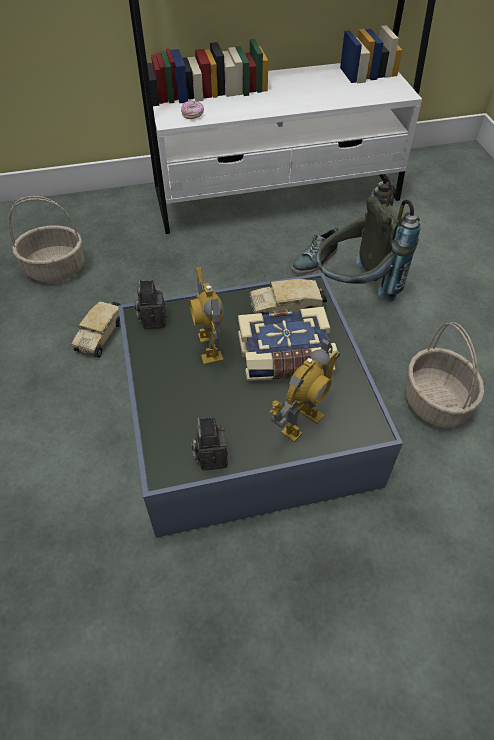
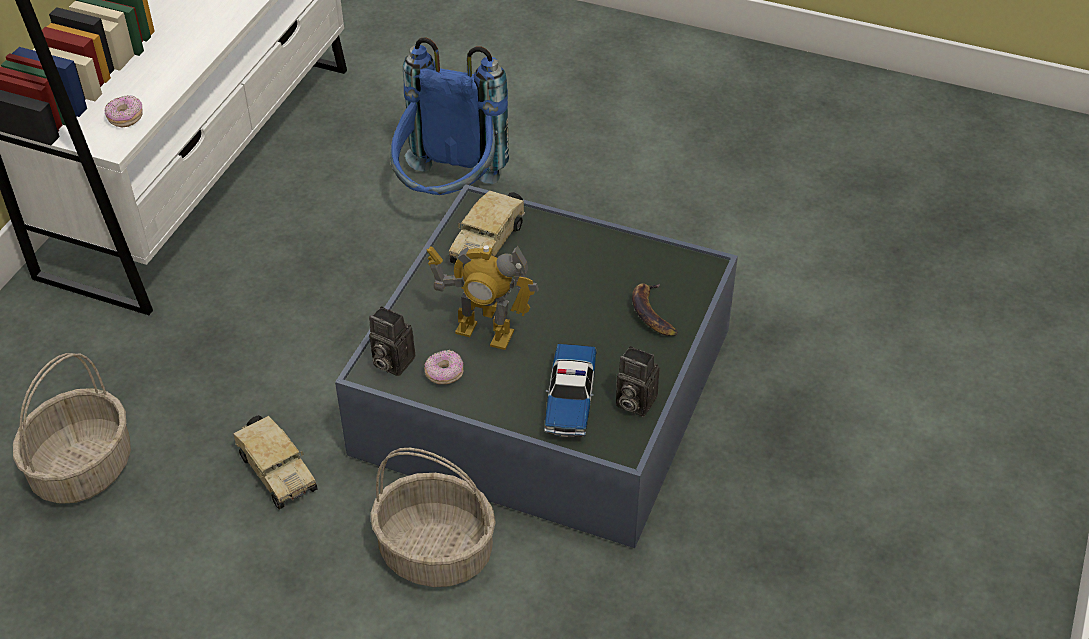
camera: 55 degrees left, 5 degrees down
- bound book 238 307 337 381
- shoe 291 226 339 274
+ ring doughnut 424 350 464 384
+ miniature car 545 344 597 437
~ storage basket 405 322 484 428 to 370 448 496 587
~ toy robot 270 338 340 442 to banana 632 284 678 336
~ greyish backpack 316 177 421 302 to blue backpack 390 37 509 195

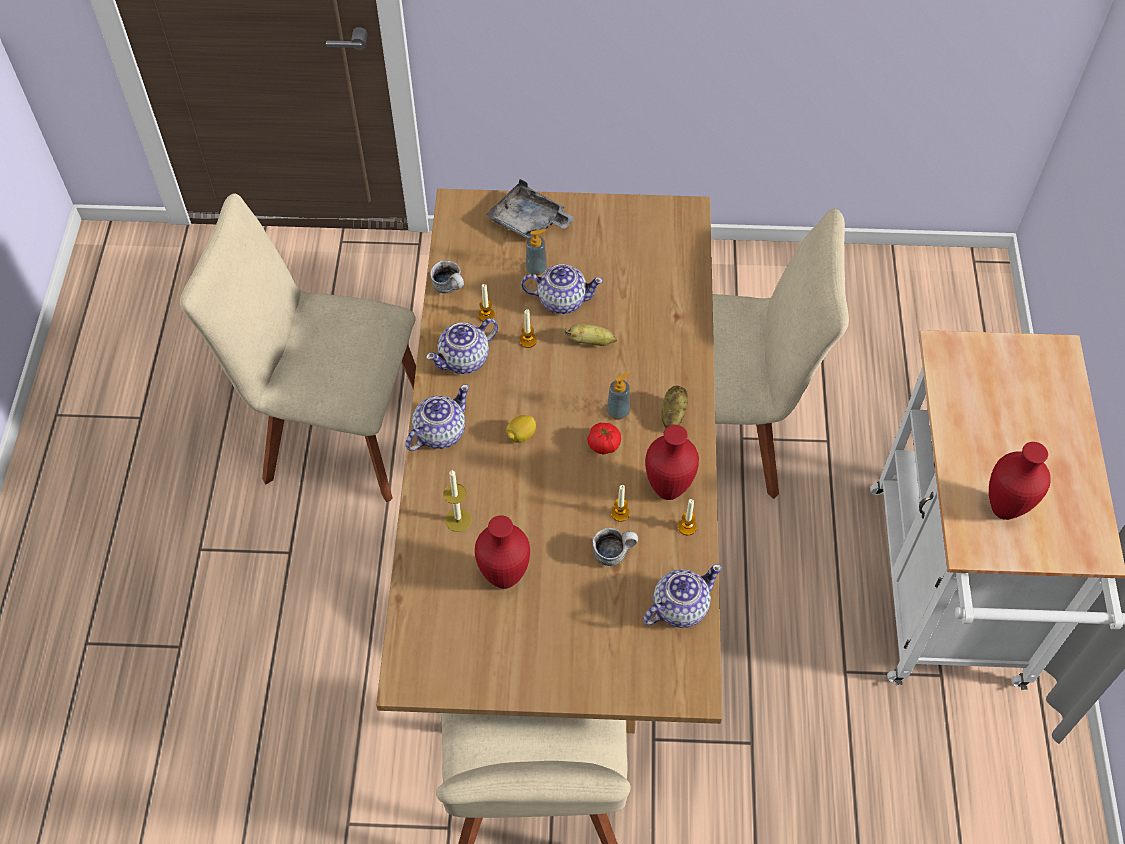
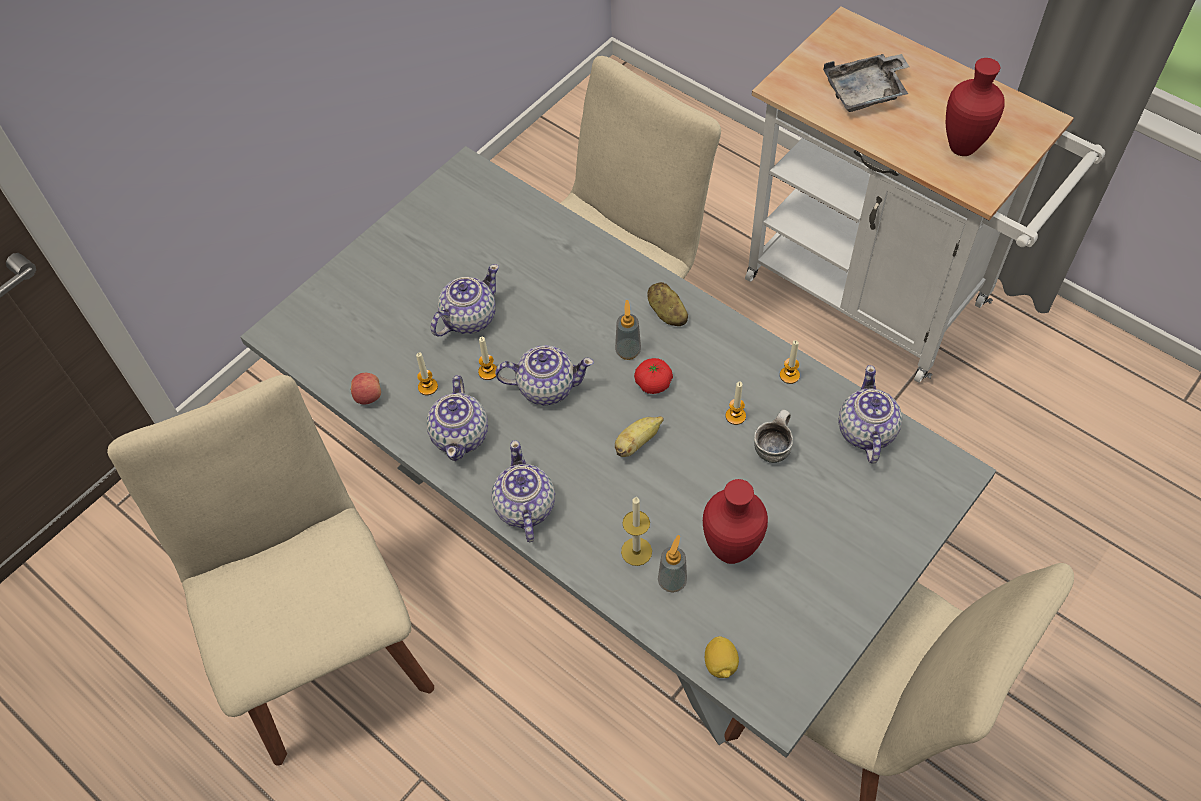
camera: 50 degrees left, 0 degrees up
- red flower vase 645 425 699 500
+ pot for tea 495 345 594 406
~ greyish serving tray 486 179 575 239 to 823 54 910 112
~ whole lemon 506 415 536 443 to 705 636 739 678
~ liquid soap bottle 526 229 547 276 to 658 535 687 593
~ banana 565 324 617 346 to 615 416 663 457
~ tea mug 430 261 464 293 to apple fruit 350 373 381 404
~ brown-coloured dining table 376 189 722 733 to greyish dining table 240 146 996 758
~ beige-coloured upright chair 180 193 416 502 = 107 375 434 765 105 degrees clockwise

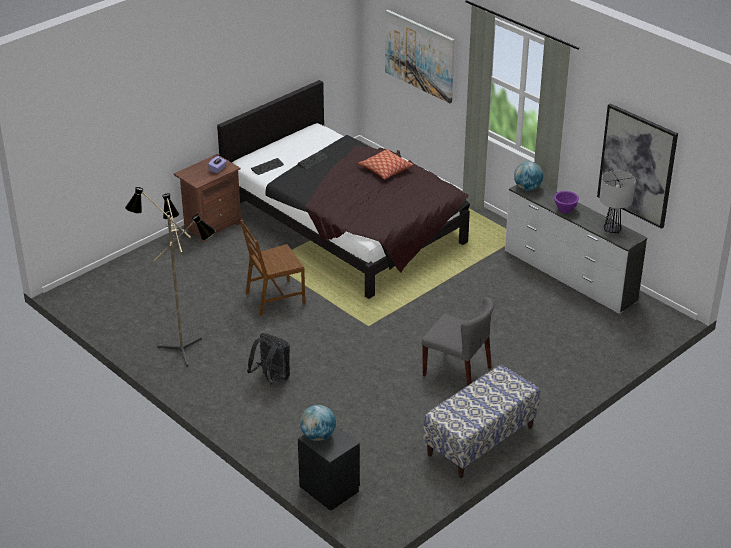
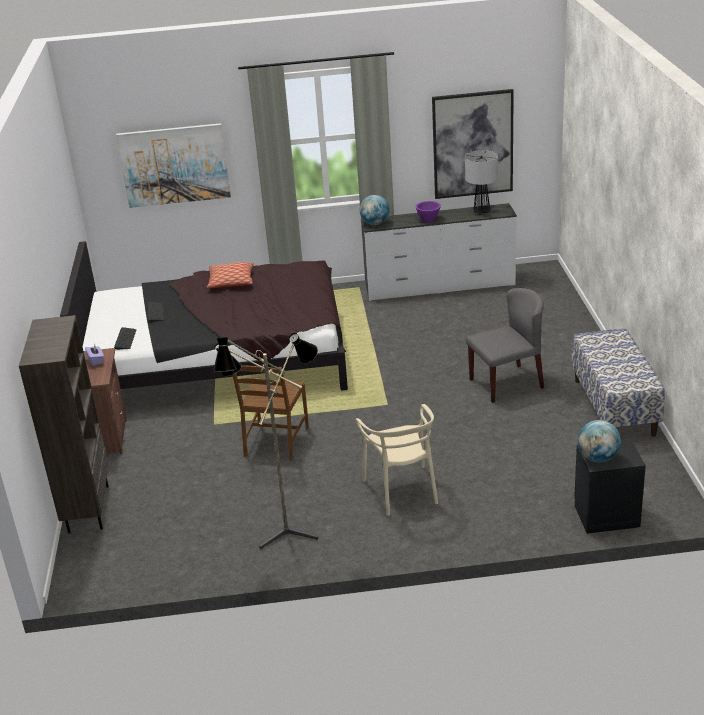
camera: 50 degrees left, 5 degrees down
+ brown-coloured shelving unit 19 315 109 533
~ black backpack 247 333 290 384 to beige-coloured upright chair 355 404 438 516

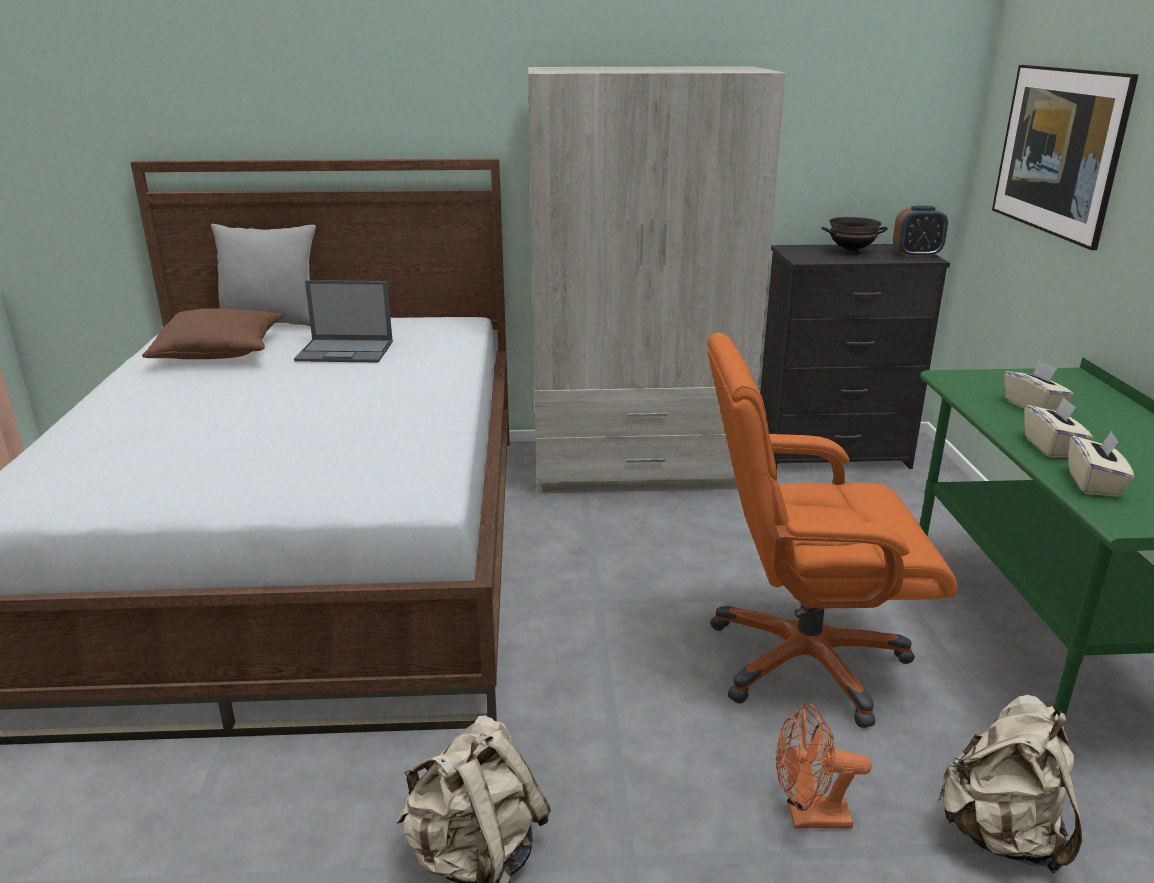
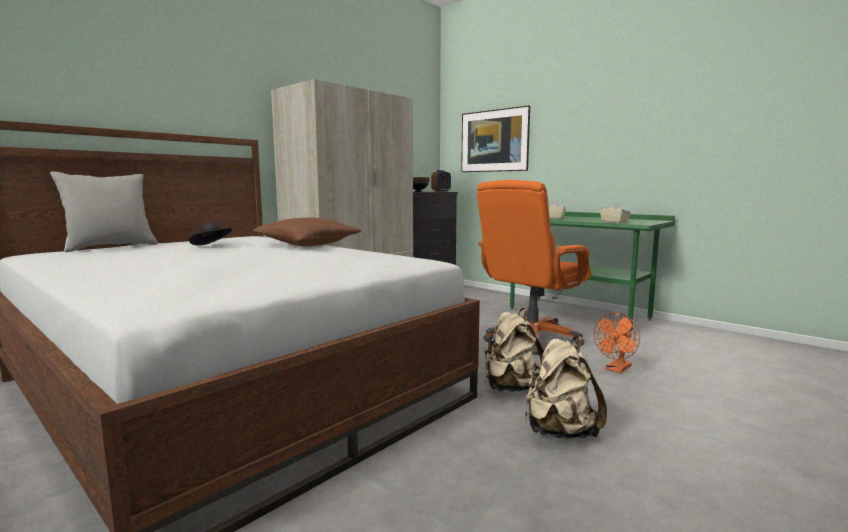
camera: 45 degrees left, 15 degrees down
- beige-coloured box of tissues 1024 398 1093 458
~ brown-coloured cushion 142 309 283 359 to 253 217 361 246
~ beige-coloured backpack 937 695 1082 873 to 484 308 544 392
~ portable computer 294 280 393 362 to black clothing hat 189 222 233 246

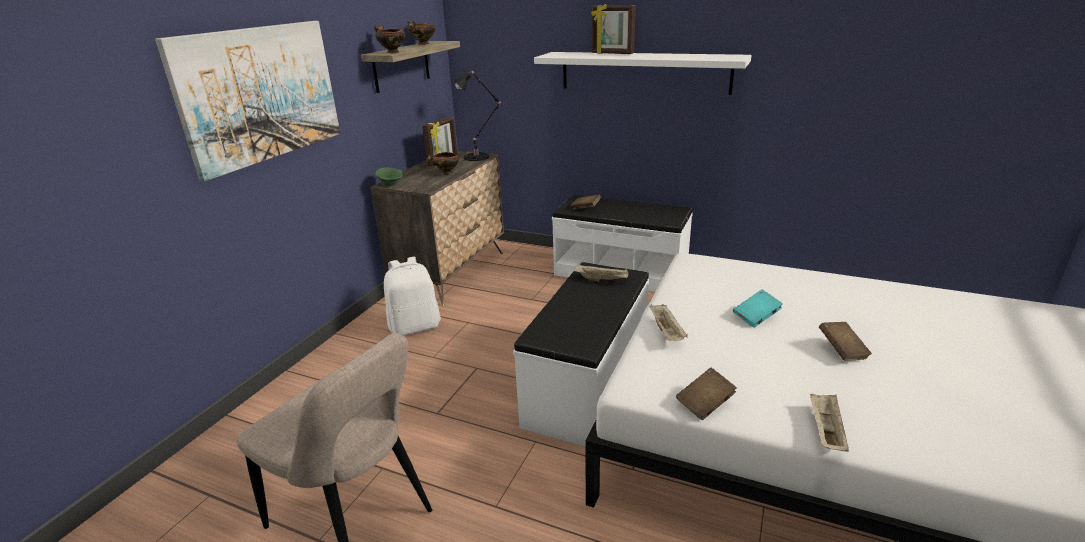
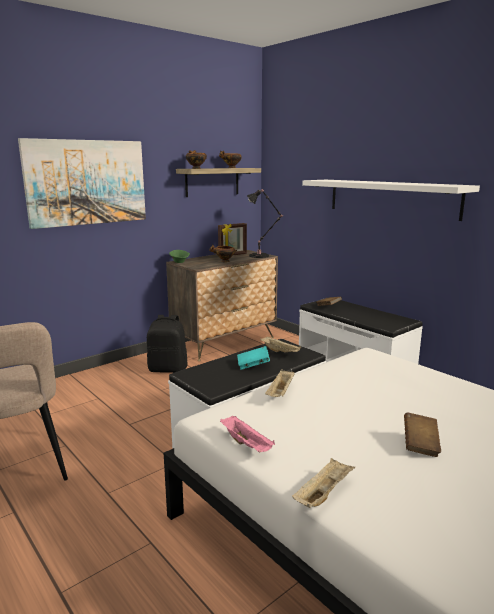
camera: 25 degrees right, 10 degrees down
- picture frame 591 4 636 54
~ turquoise-coloured bound book 733 290 783 328 to 237 346 270 370
~ brown-coloured bound book 676 368 737 420 to pink-coloured serving tray 220 416 275 453
~ whitish backpack 384 257 441 336 to black backpack 147 315 188 373

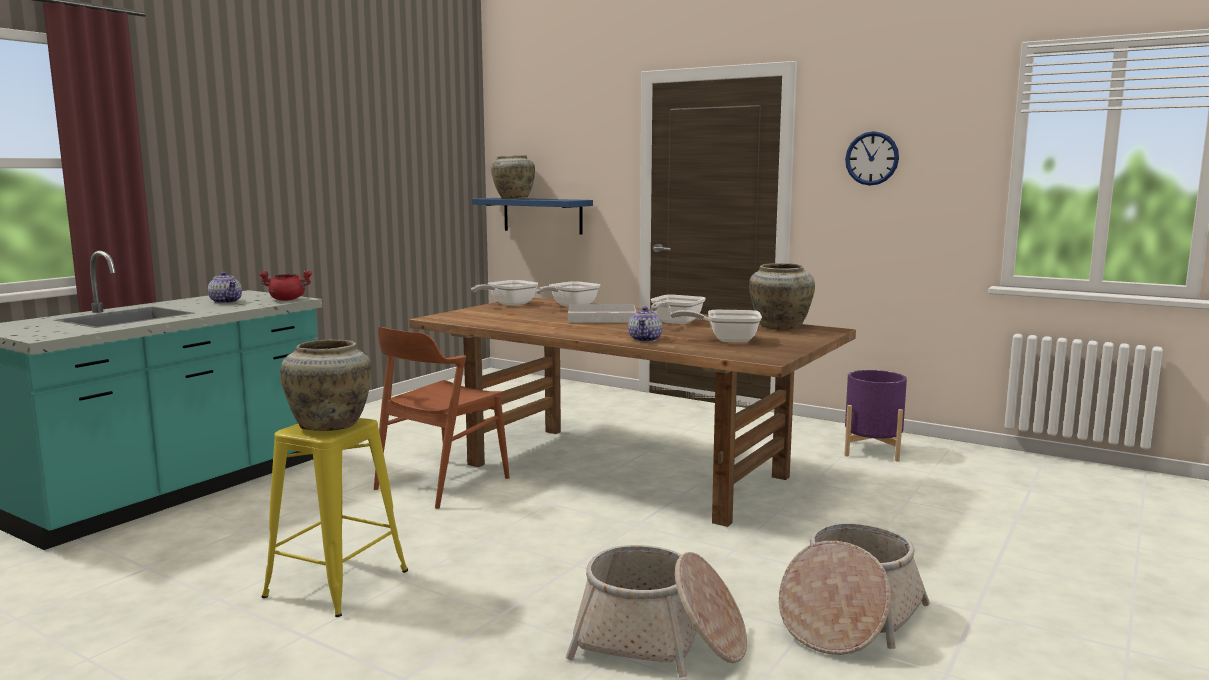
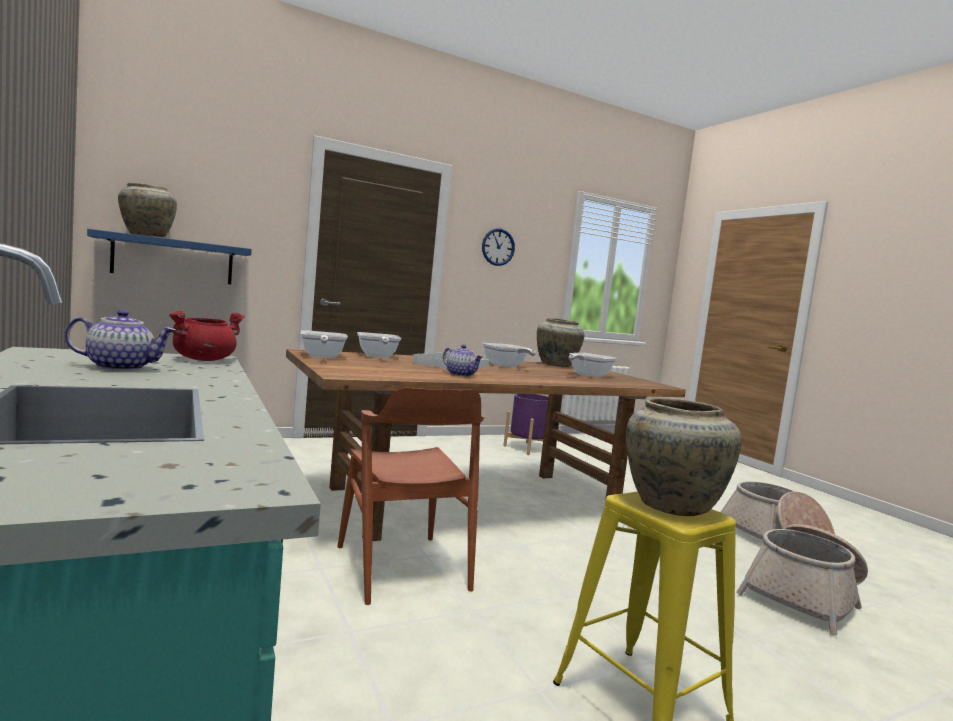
camera: 60 degrees left, 5 degrees down
~ pot for tea 628 307 662 342 to 443 345 483 377

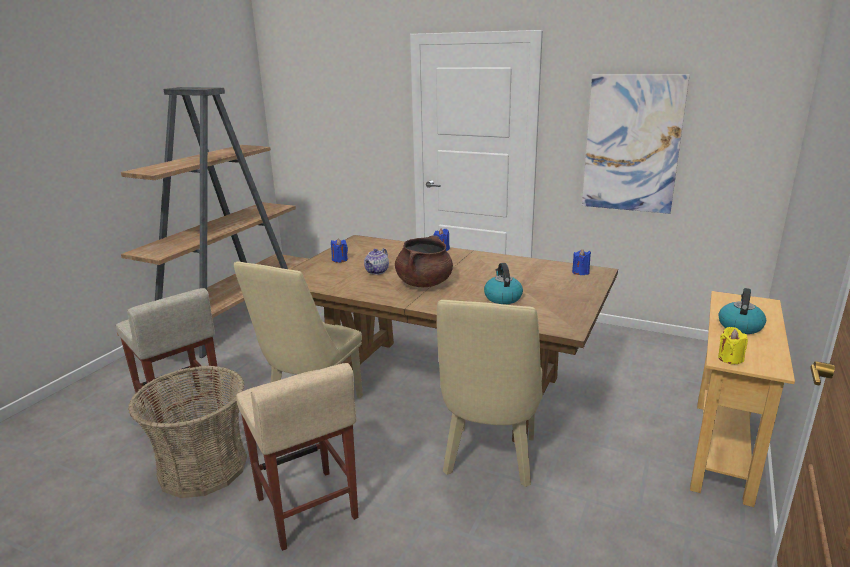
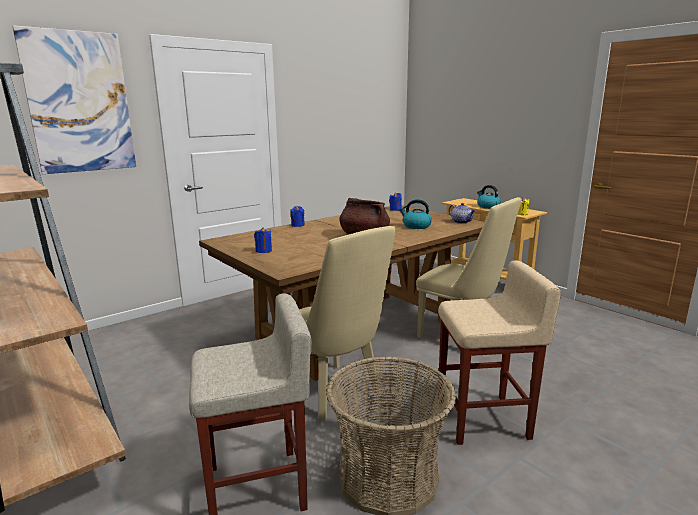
camera: 65 degrees left, 5 degrees down
~ pot for tea 364 248 389 275 to 449 203 476 224
~ wall picture 582 74 690 214 to 12 25 136 174

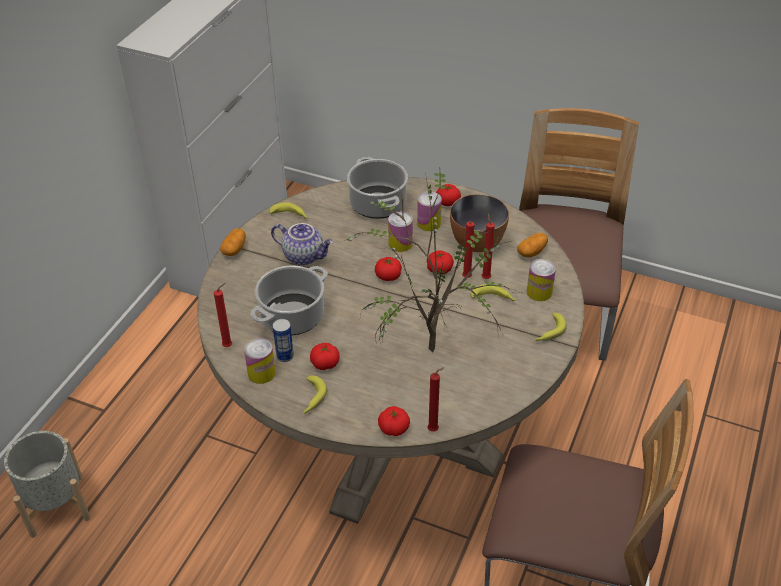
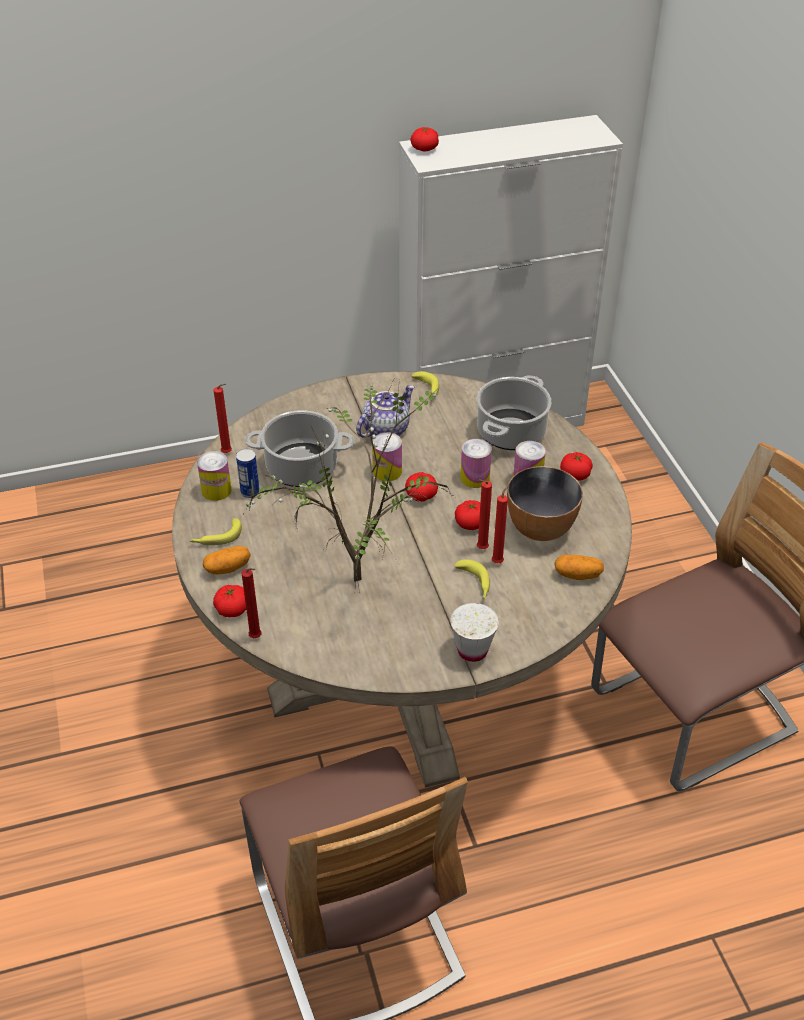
camera: 50 degrees right, 0 degrees up
- greyish flower pot 4 431 91 538
~ whole potato 220 228 246 256 to 203 546 251 575
~ whole tomato 310 343 340 370 to 410 127 439 152
~ sealed can 527 259 556 301 to 372 432 402 481
~ banana 535 313 567 341 to whitish drinking cup 450 603 499 662
~ pot for tea 271 223 333 265 = 356 385 415 437 120 degrees counterclockwise

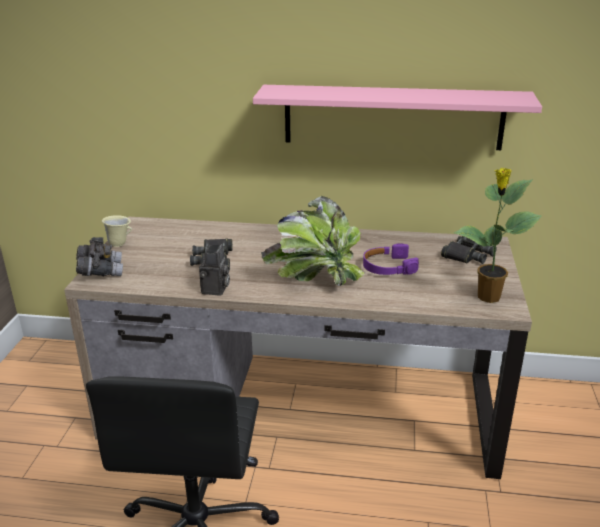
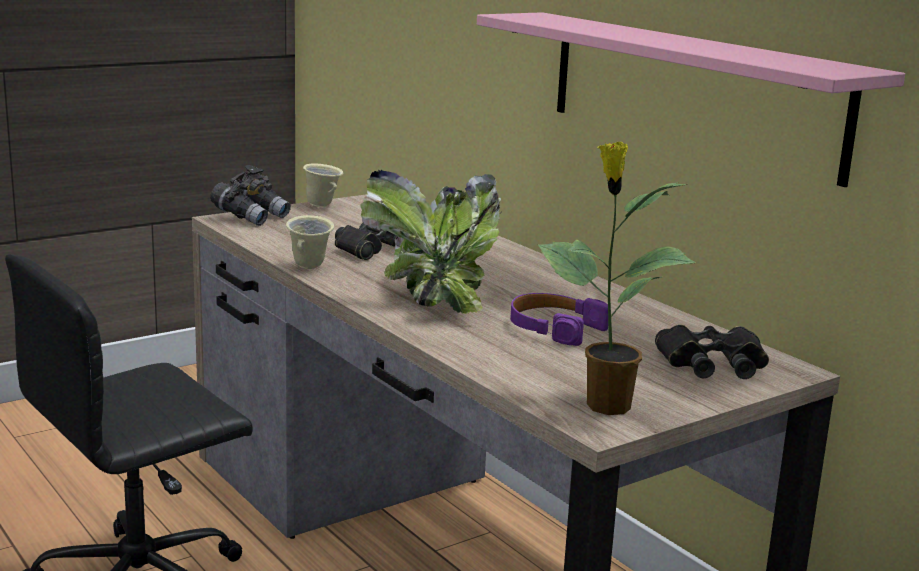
camera: 45 degrees right, 10 degrees down
~ photo camera 199 244 230 296 to beige-coloured tea mug 286 215 334 269

